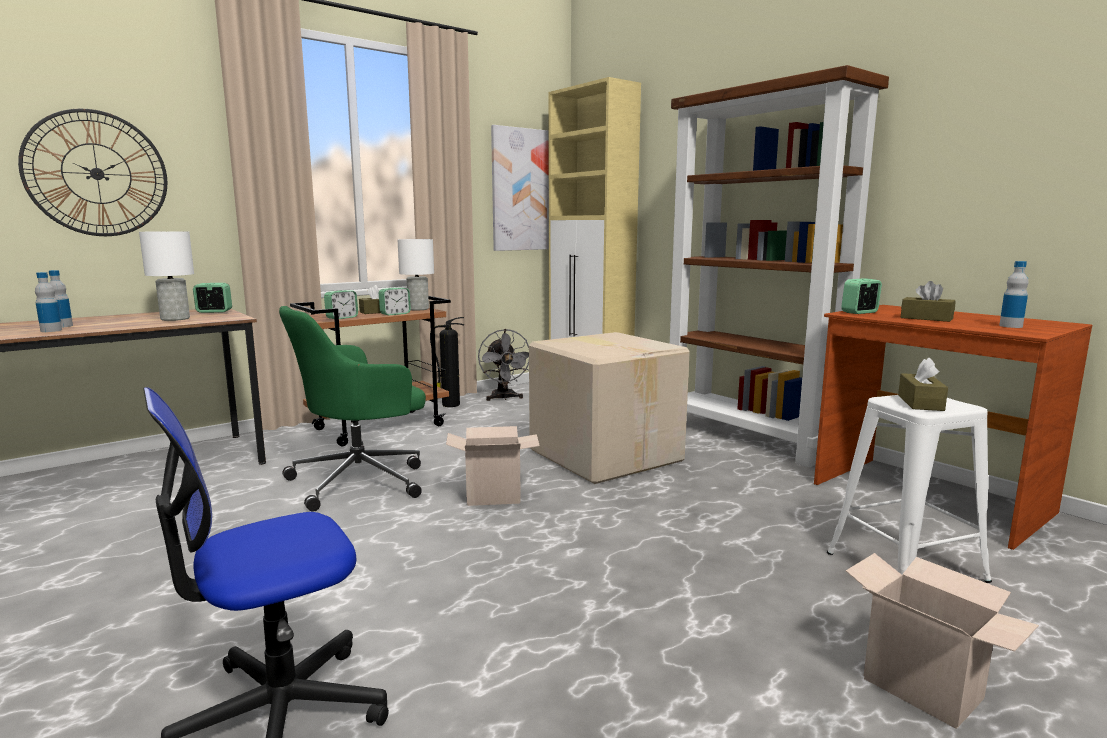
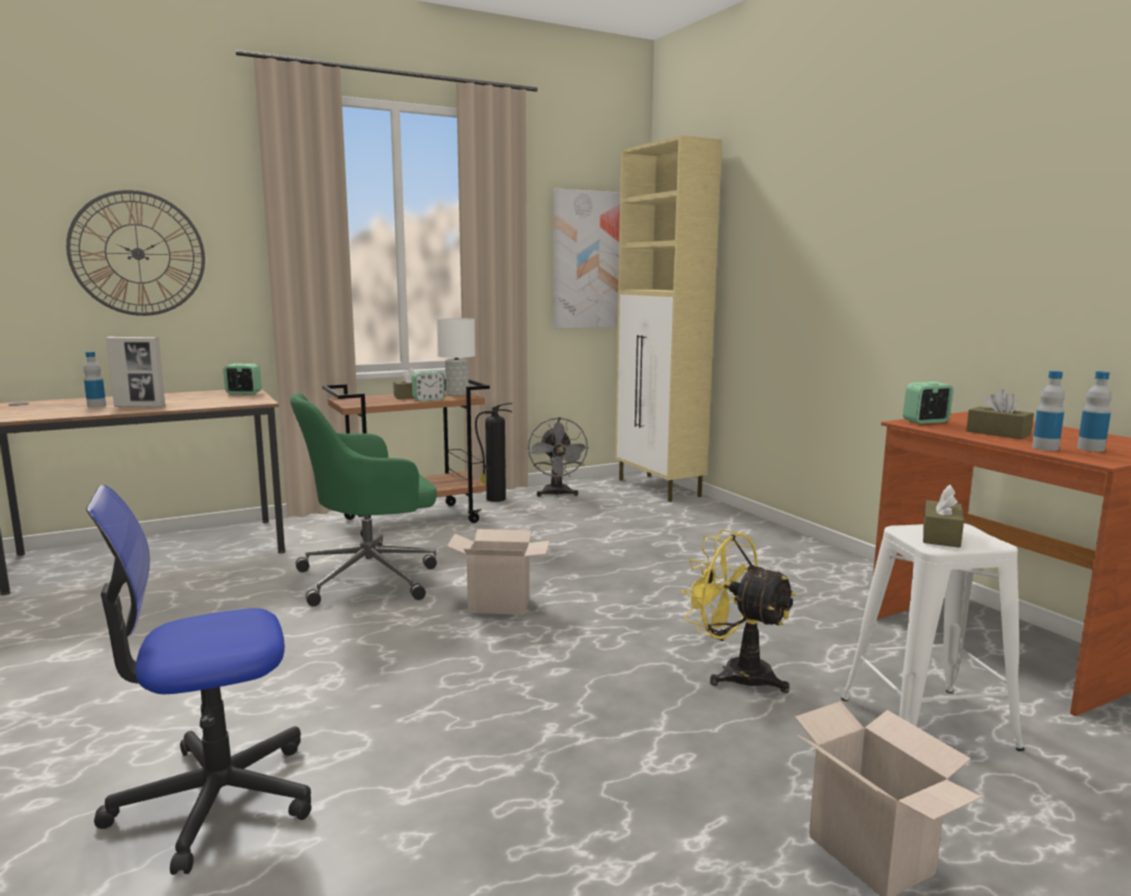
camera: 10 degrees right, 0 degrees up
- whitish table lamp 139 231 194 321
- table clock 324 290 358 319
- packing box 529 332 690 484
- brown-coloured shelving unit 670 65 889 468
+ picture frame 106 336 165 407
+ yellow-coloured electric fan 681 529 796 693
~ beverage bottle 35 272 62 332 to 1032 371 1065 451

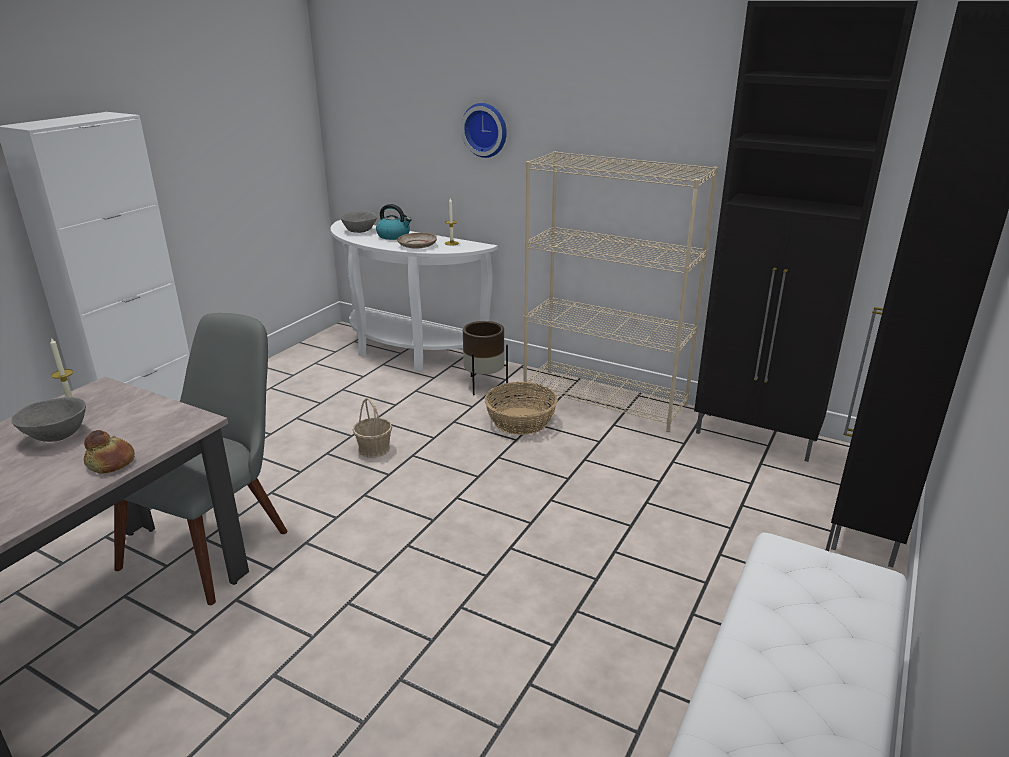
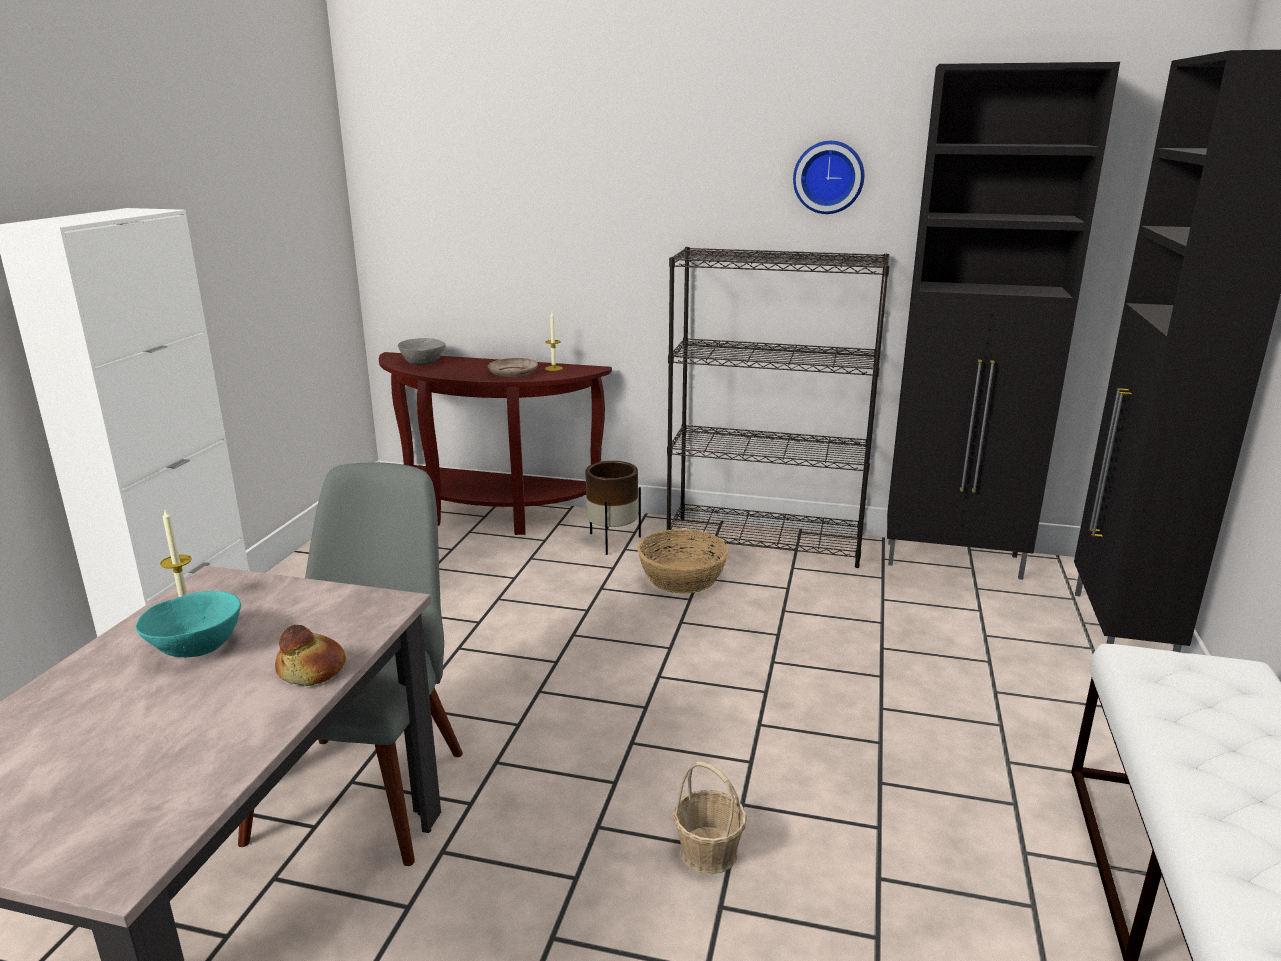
camera: 15 degrees left, 5 degrees down
- tea kettle 376 204 412 240
~ storage basket 353 397 392 458 to 673 761 747 874
~ hanging clock 461 103 507 158 to 793 141 864 214
~ greyish deep dish 11 397 86 442 to turquoise-coloured deep dish 135 591 241 657
~ whitish hall table 331 220 498 371 to brown-coloured hall table 379 352 612 535
~ beige-coloured shelving unit 523 151 718 432 to black shelving unit 667 247 890 568

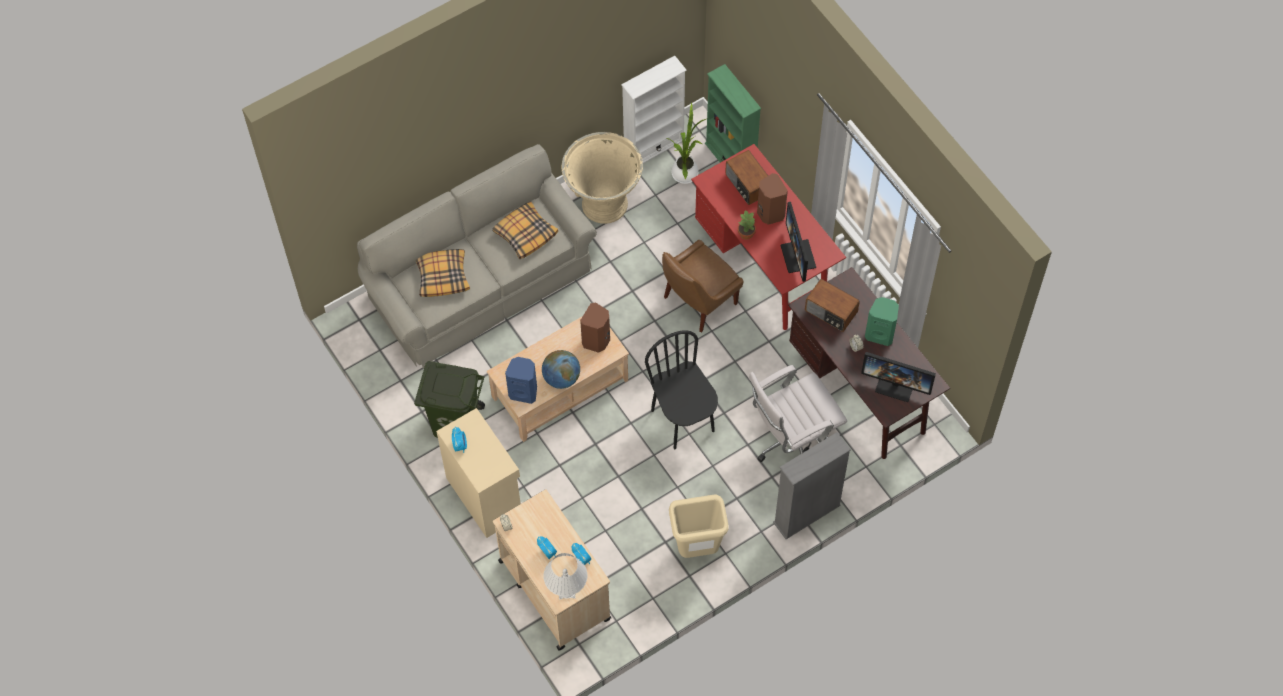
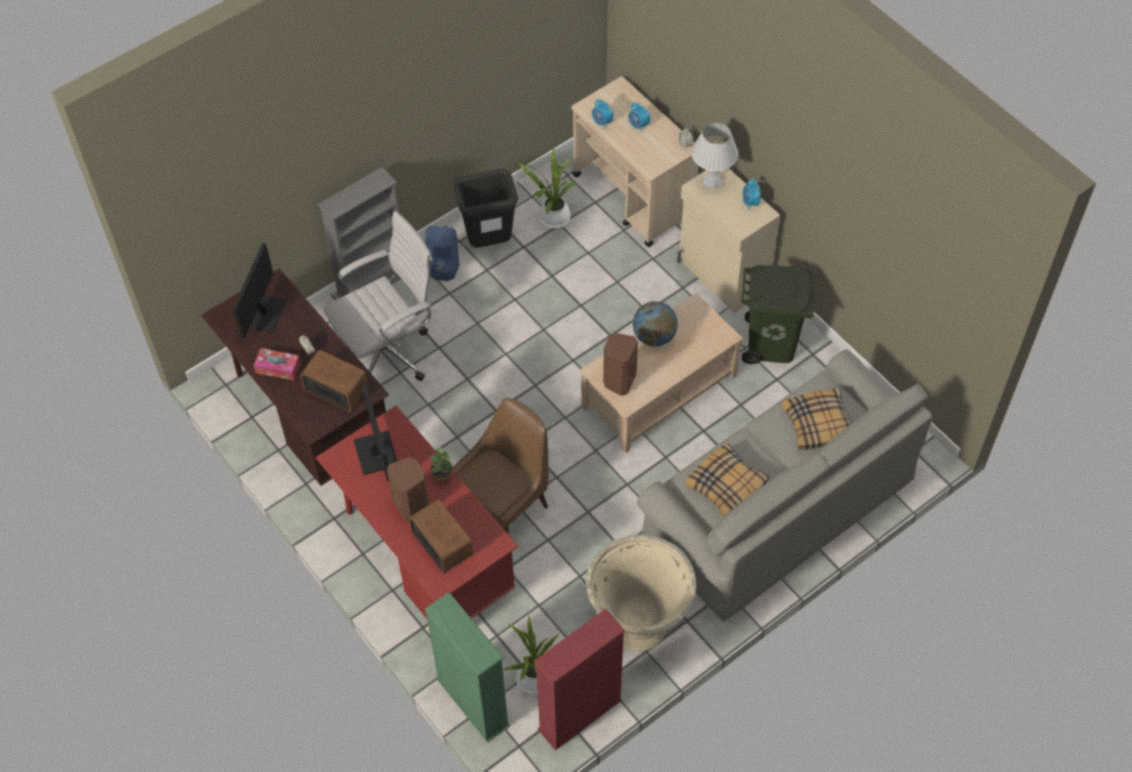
camera: 175 degrees right, 5 degrees down
- black upright chair 645 330 718 449
+ plant in a pot 518 146 576 228
~ blue speaker 505 357 537 404 to 425 226 460 281
~ whitish table lamp 543 553 588 600 to 691 123 738 190
~ greenish speaker 865 297 899 346 to box of tissues 253 348 301 380
~ whitish shelving unit 621 56 687 163 to red shelving unit 534 609 625 750
~ beige-coloured trash can 669 494 729 558 to black trash can 453 169 518 248
~ monitor 861 352 936 402 = 232 243 286 339 90 degrees counterclockwise

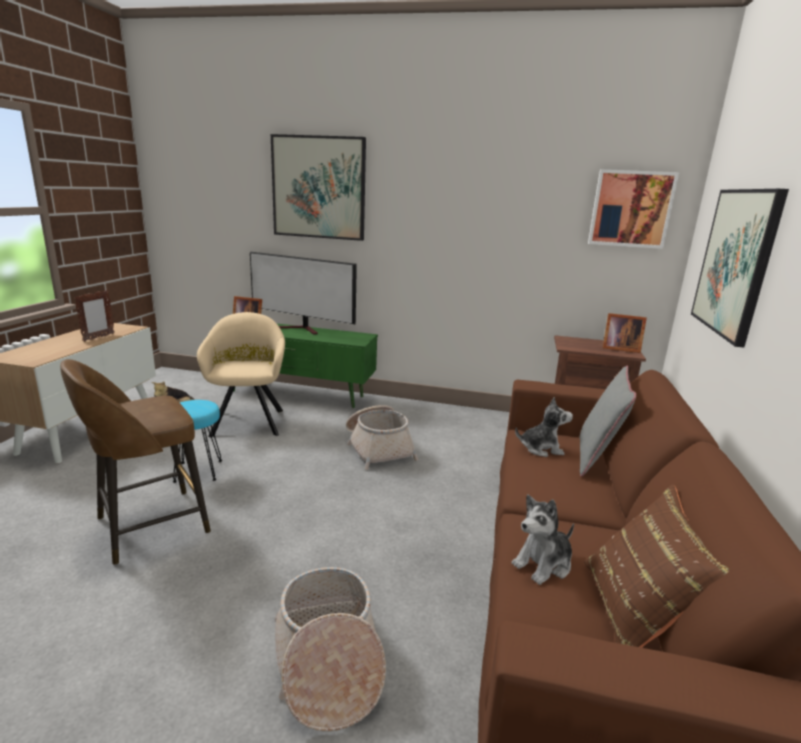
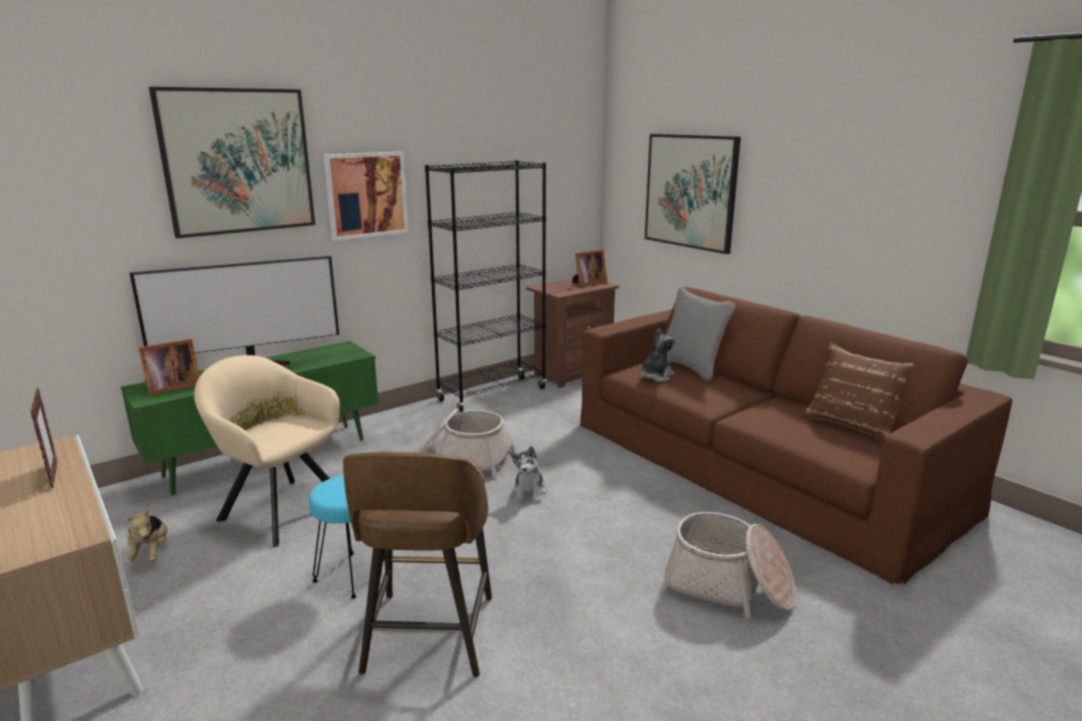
camera: 50 degrees left, 0 degrees up
+ black shelving unit 425 160 547 412
~ soft toy 512 495 574 585 to 511 446 546 502
~ wall picture 588 169 679 249 to 323 152 408 241

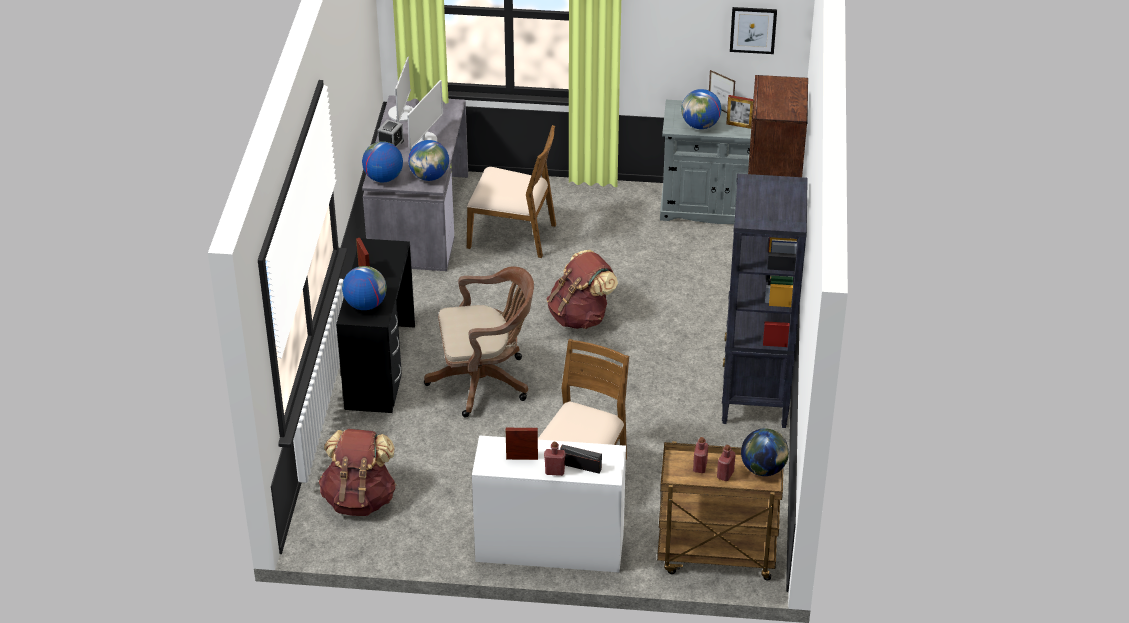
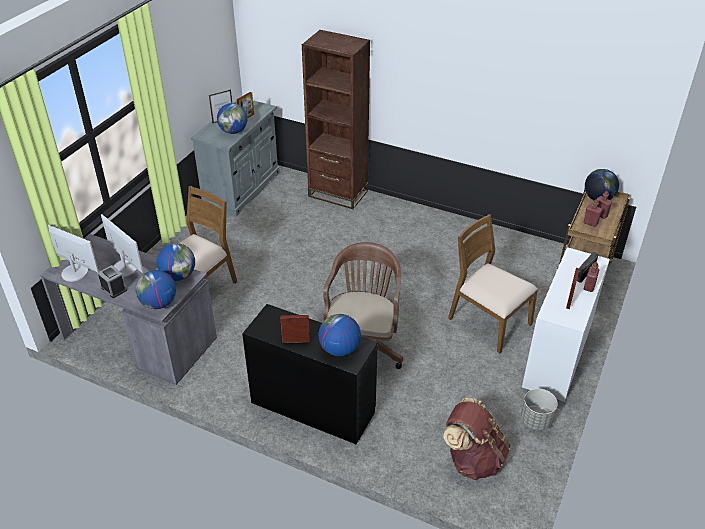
camera: 70 degrees left, 0 degrees up
- brown-coloured backpack 546 250 618 329
- black shelving unit 722 174 808 428
- wall picture 730 7 777 54
+ greyish flower pot 521 389 558 431

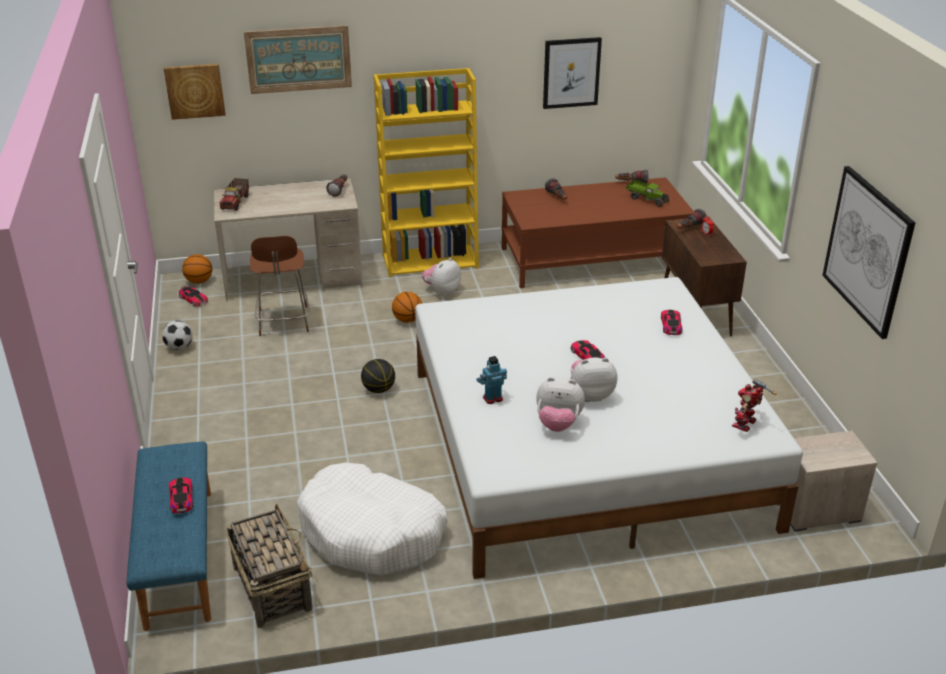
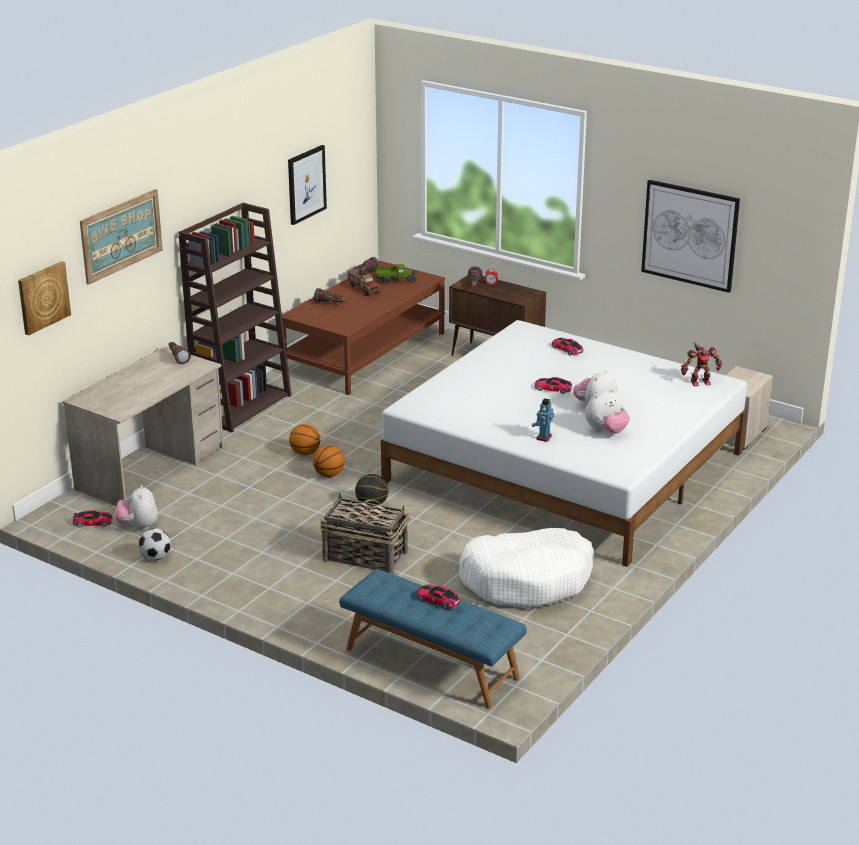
camera: 45 degrees left, 5 degrees down
- brown-coloured stool seat 250 236 310 336
~ ball for basketball 182 254 212 284 to 313 445 345 477
~ model truck 220 178 249 211 to 347 268 381 296
~ storage basket 226 503 313 628 to 320 493 409 574
~ soft toy 422 258 461 296 to 115 485 158 530
~ yellow-coloured shelving unit 374 68 479 278 to brown-coloured shelving unit 178 203 291 432
~ toy robot 732 379 777 432 = 681 342 722 386 90 degrees counterclockwise

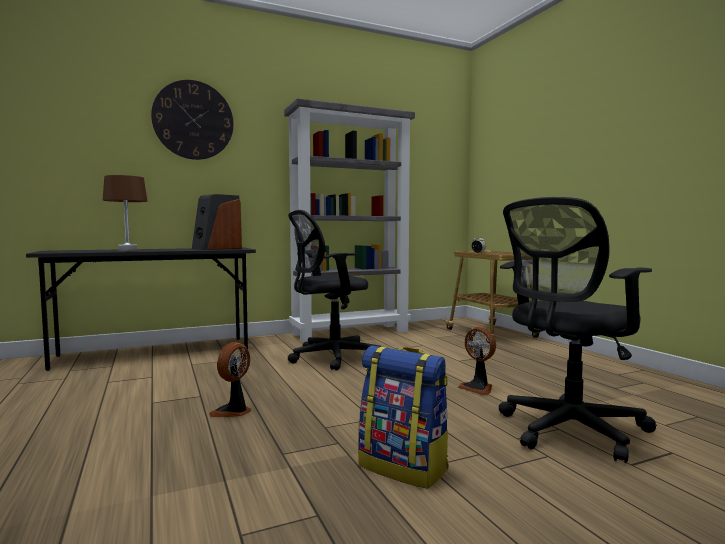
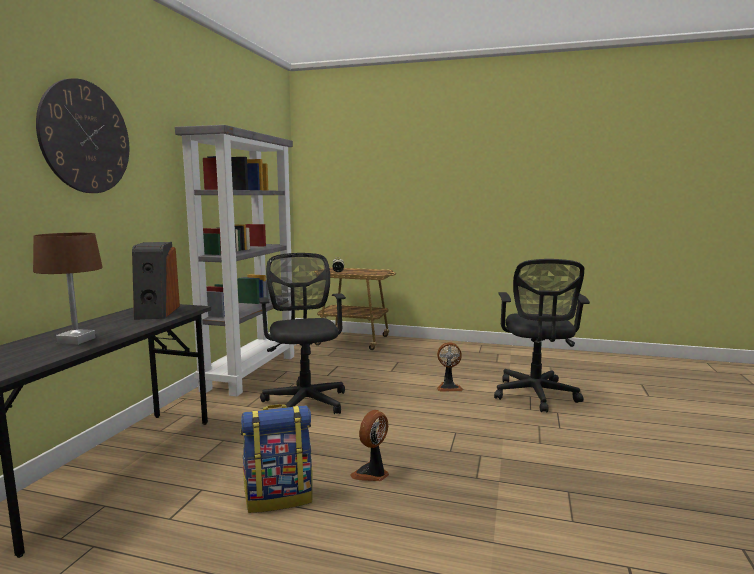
camera: 50 degrees left, 5 degrees up
~ backpack 358 346 449 489 to 241 404 313 513
~ electric fan 209 342 252 417 = 350 410 389 481 60 degrees clockwise
~ black computer chair 287 210 381 371 = 258 253 346 414 150 degrees clockwise

